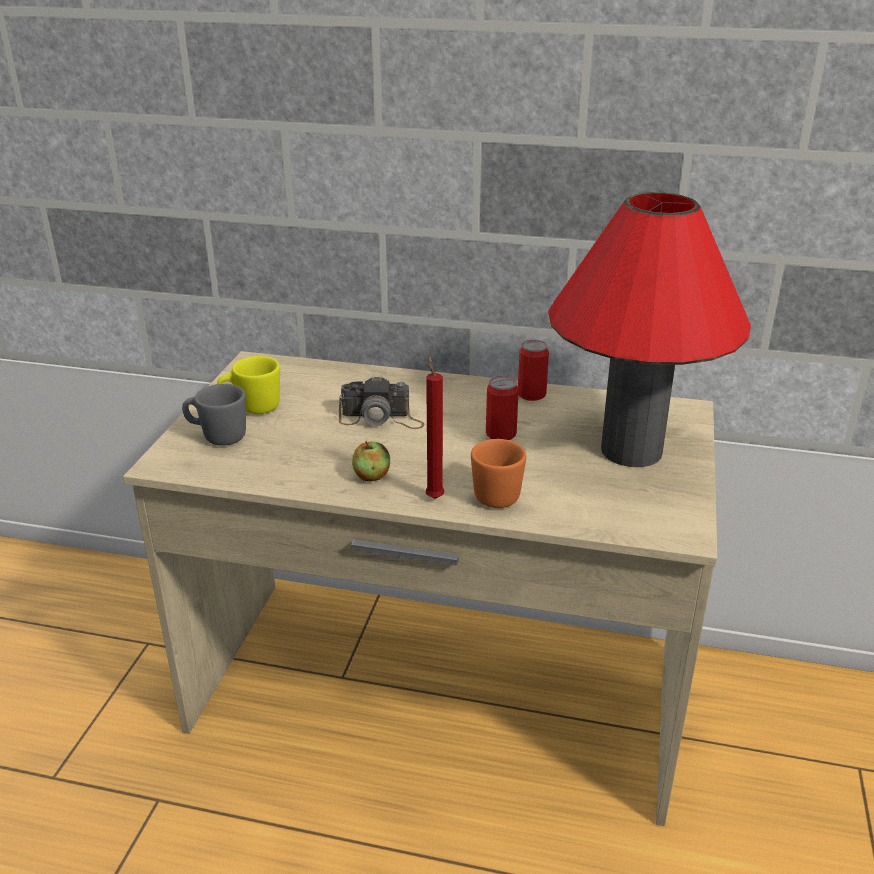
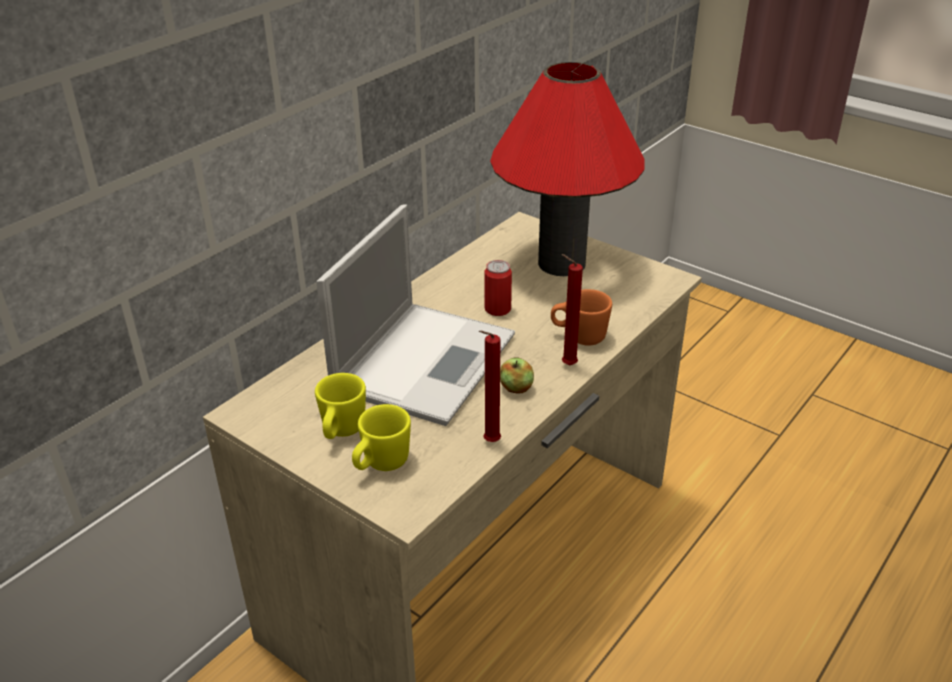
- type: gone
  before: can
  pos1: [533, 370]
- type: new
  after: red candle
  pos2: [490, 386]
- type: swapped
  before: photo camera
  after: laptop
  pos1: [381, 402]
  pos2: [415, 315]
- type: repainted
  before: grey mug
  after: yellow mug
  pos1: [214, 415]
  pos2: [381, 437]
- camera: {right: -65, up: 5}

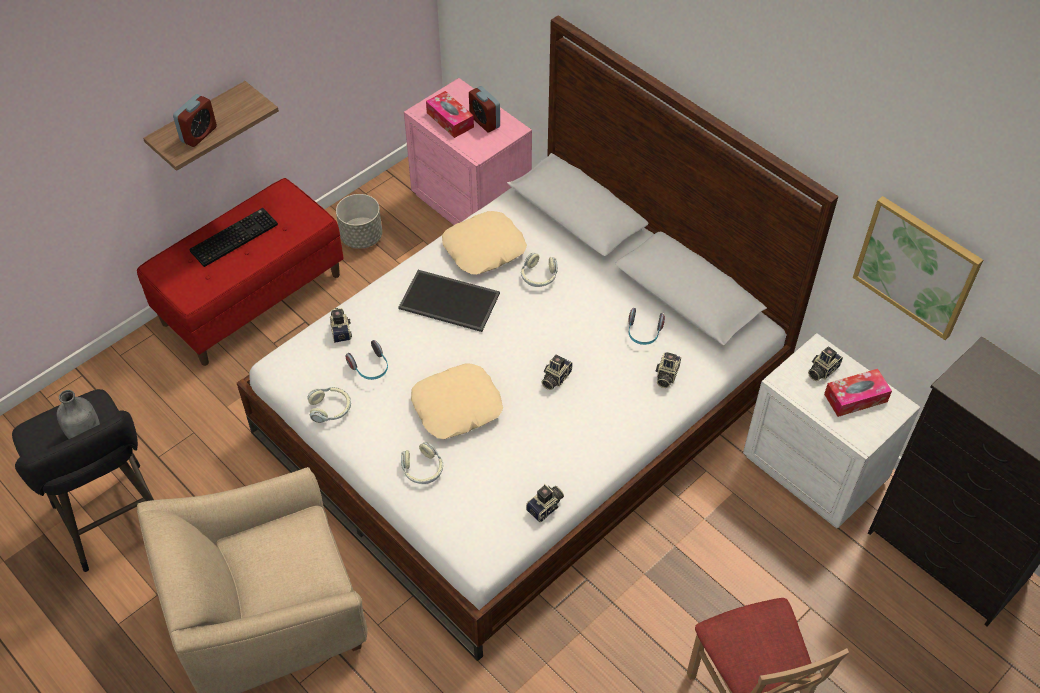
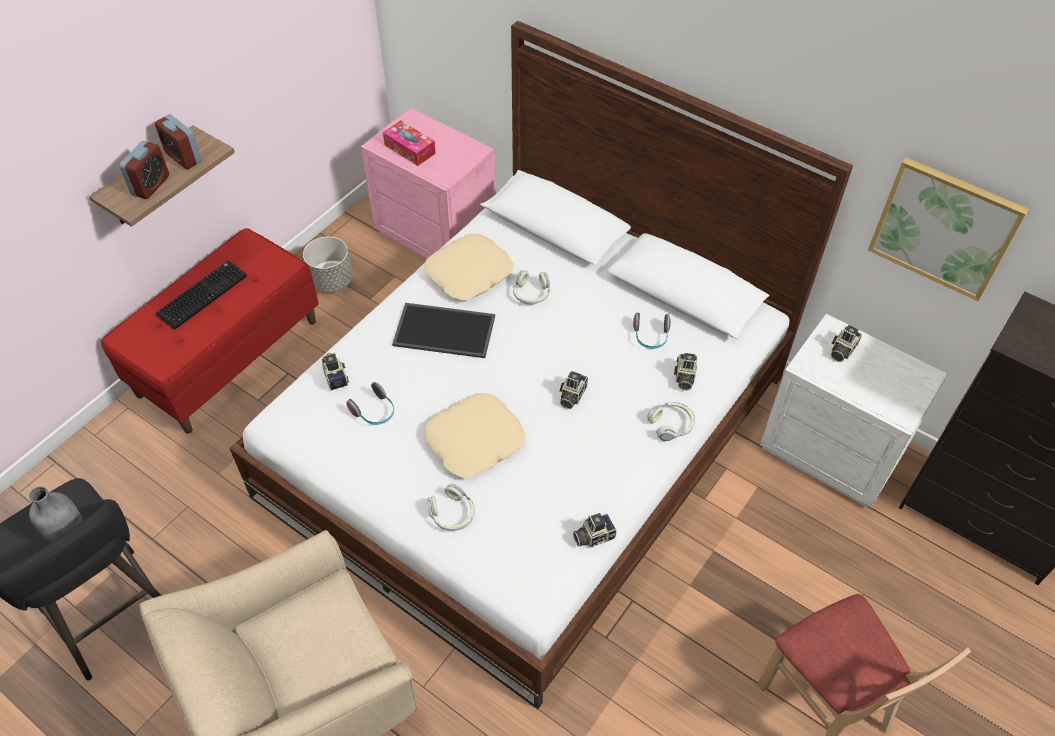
- type: gone
  before: tissue box
  pos1: [858, 393]
- type: shifted
  before: headphones
  pos1: [329, 405]
  pos2: [671, 421]
- type: shifted
  before: alarm clock
  pos1: [484, 109]
  pos2: [178, 141]
- type: rotated
  before: photo camera
  pos1: [545, 503]
  pos2: [595, 530]
  turn: -150
- camera: {right: -10, up: 0}

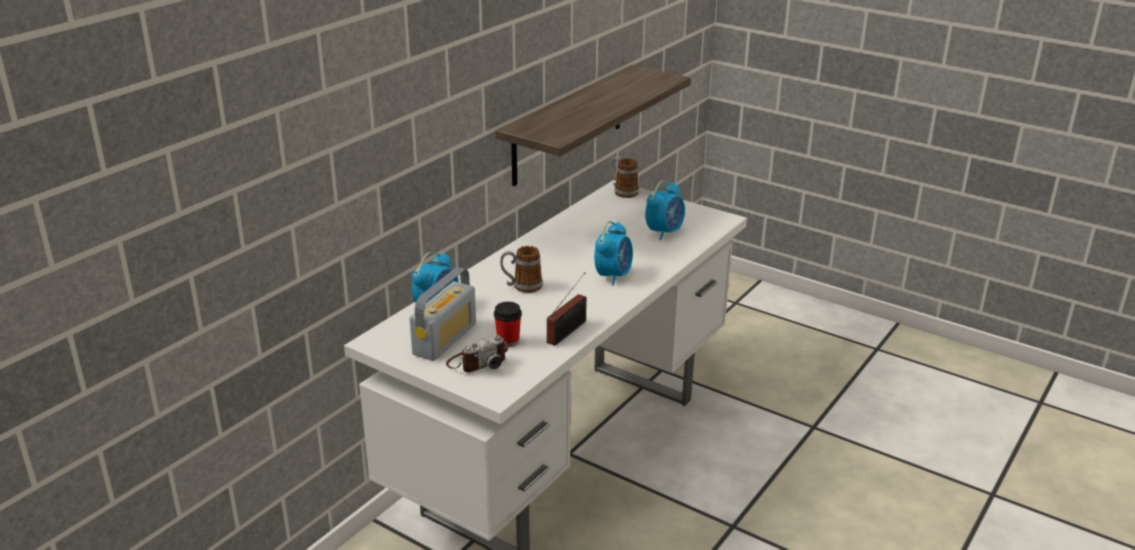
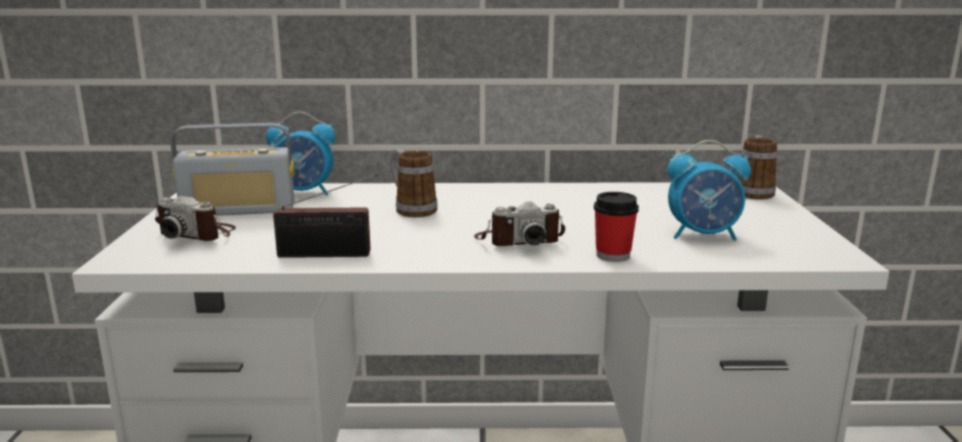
- type: gone
  before: shelf
  pos1: [593, 125]
- type: shifted
  before: cup
  pos1: [508, 324]
  pos2: [616, 227]
- type: swapped
  before: alarm clock
  after: photo camera
  pos1: [613, 253]
  pos2: [519, 223]
- camera: {right: 55, up: -10}

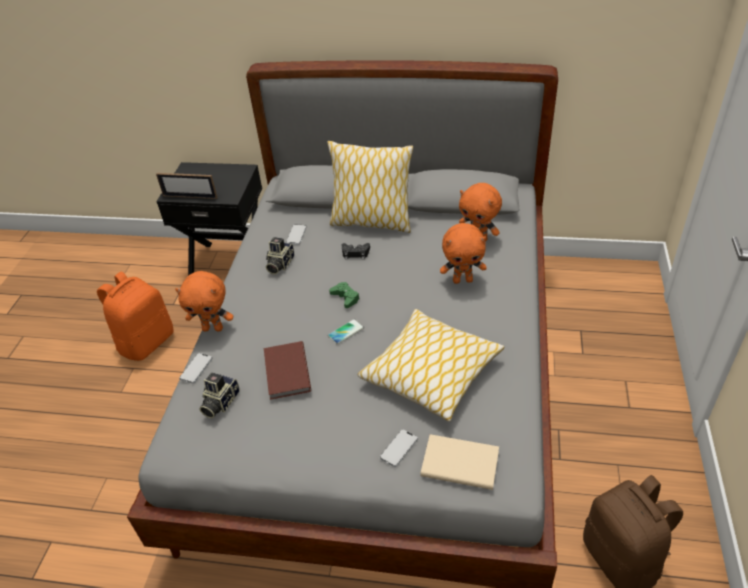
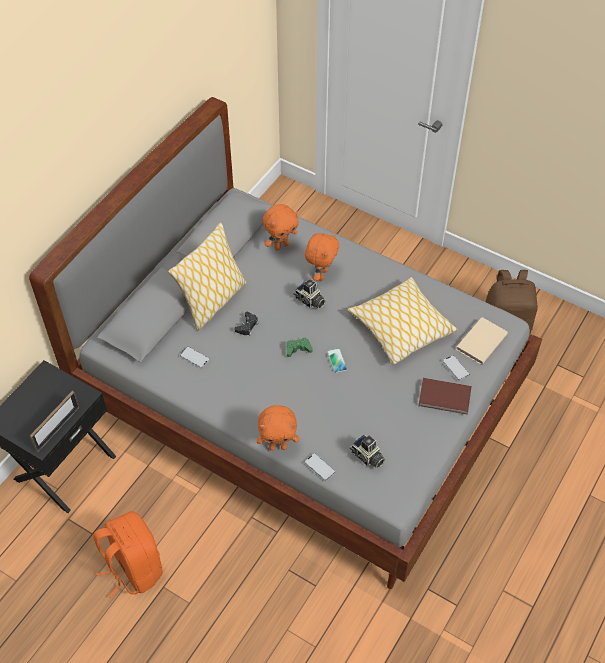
- type: shifted
  before: brown book
  pos1: [287, 370]
  pos2: [445, 396]
- type: shifted
  before: photo camera
  pos1: [280, 255]
  pos2: [310, 294]
- type: rotated
  before: orange plush toy
  pos1: [204, 301]
  pos2: [278, 428]
  turn: 60
- camera: {right: -70, up: 10}

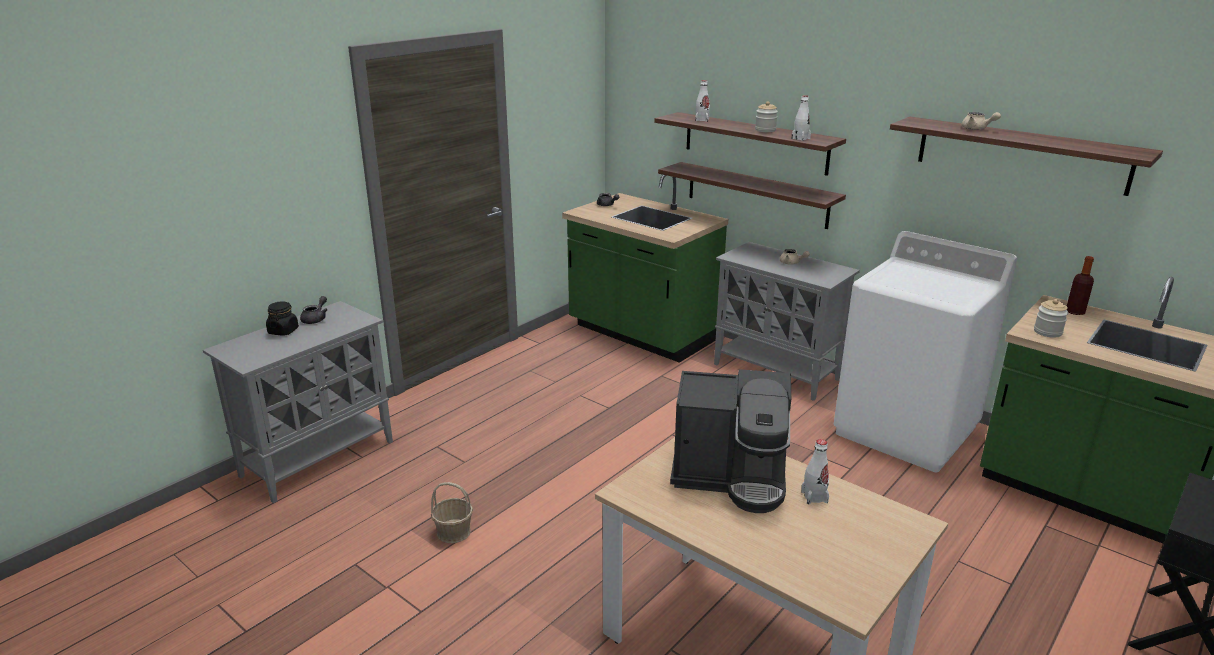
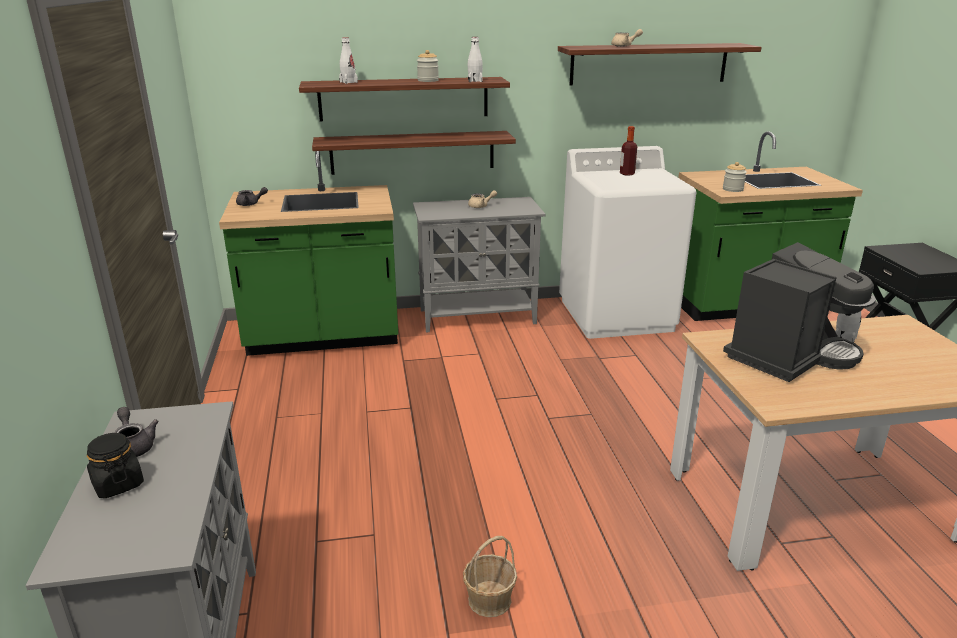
- type: shifted
  before: bottle
  pos1: [1080, 285]
  pos2: [628, 151]
- camera: {right: -50, up: 0}

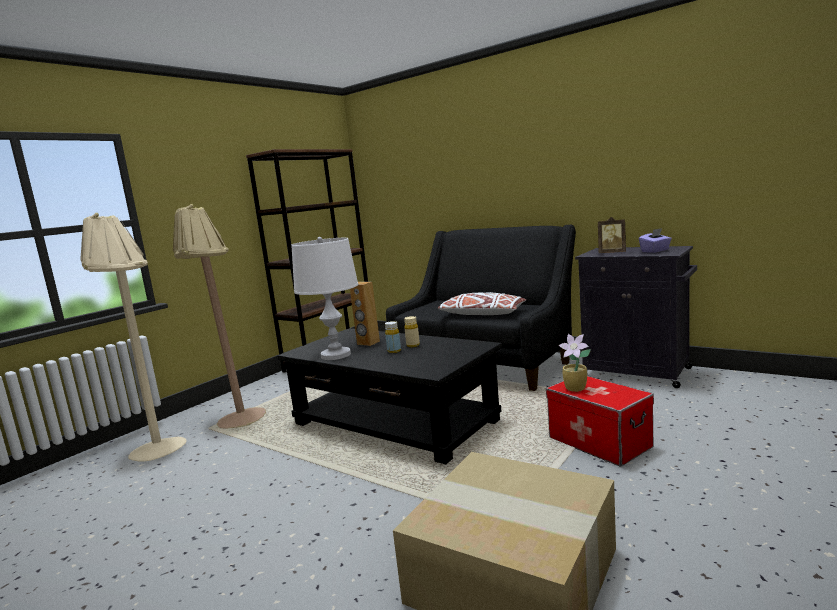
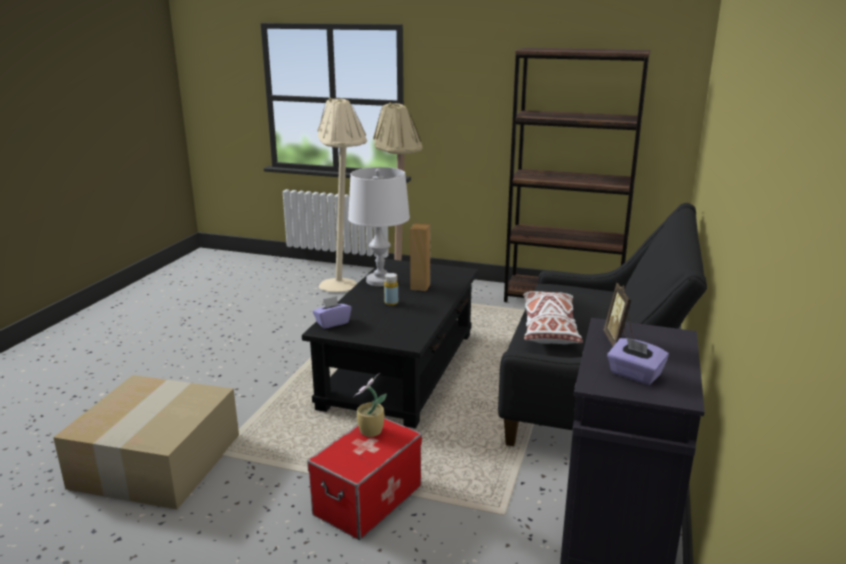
- type: gone
  before: beige bottle
  pos1: [412, 331]
- type: new
  after: purple tissue box
  pos2: [332, 312]
- camera: {right: 70, up: 10}

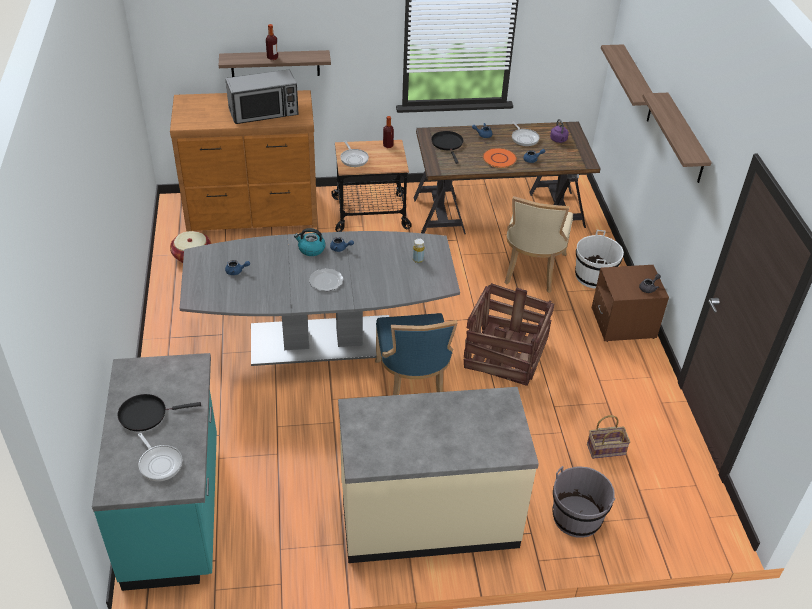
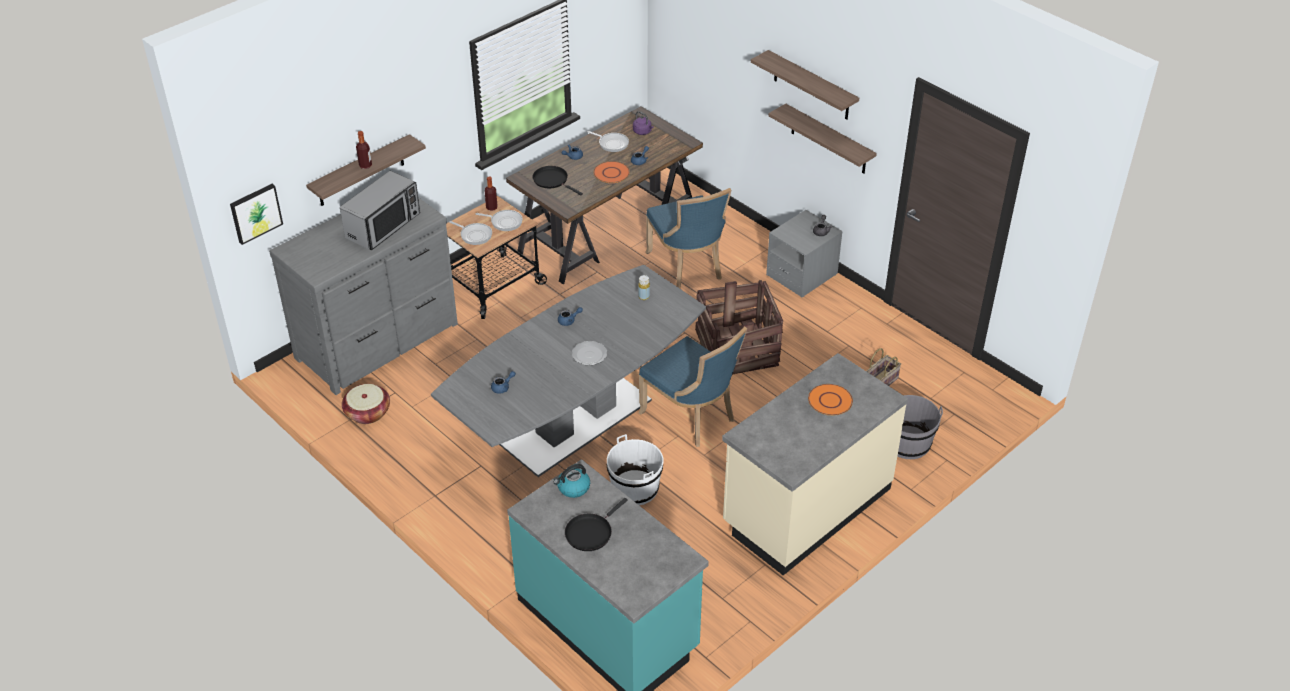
- type: new
  after: picture
  pos2: [256, 214]
- type: new
  after: orange plate
  pos2: [830, 400]
- type: shifted
  before: frying pan
  pos1: [160, 457]
  pos2: [499, 220]
- type: shifted
  before: kettle
  pos1: [310, 242]
  pos2: [572, 481]
- type: shifted
  before: white bucket
  pos1: [599, 259]
  pos2: [635, 469]
- type: shifted
  before: shelf
  pos1: [627, 83]
  pos2: [823, 139]
- type: repainted
  before: brown dresser
  after: grey dresser
  pos1: [244, 161]
  pos2: [363, 296]
- type: repainted
  before: beige chair
  after: blue chair
  pos1: [538, 244]
  pos2: [688, 238]
- type: repainted
  before: brown nightstand
  after: grey nightstand
  pos1: [630, 303]
  pos2: [804, 253]
- camera: {right: -35, up: 0}

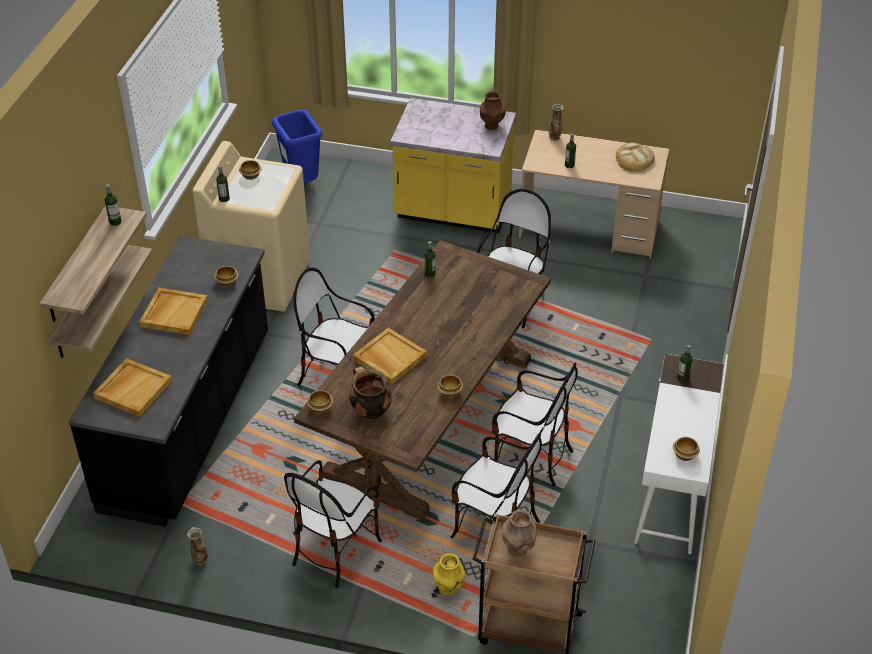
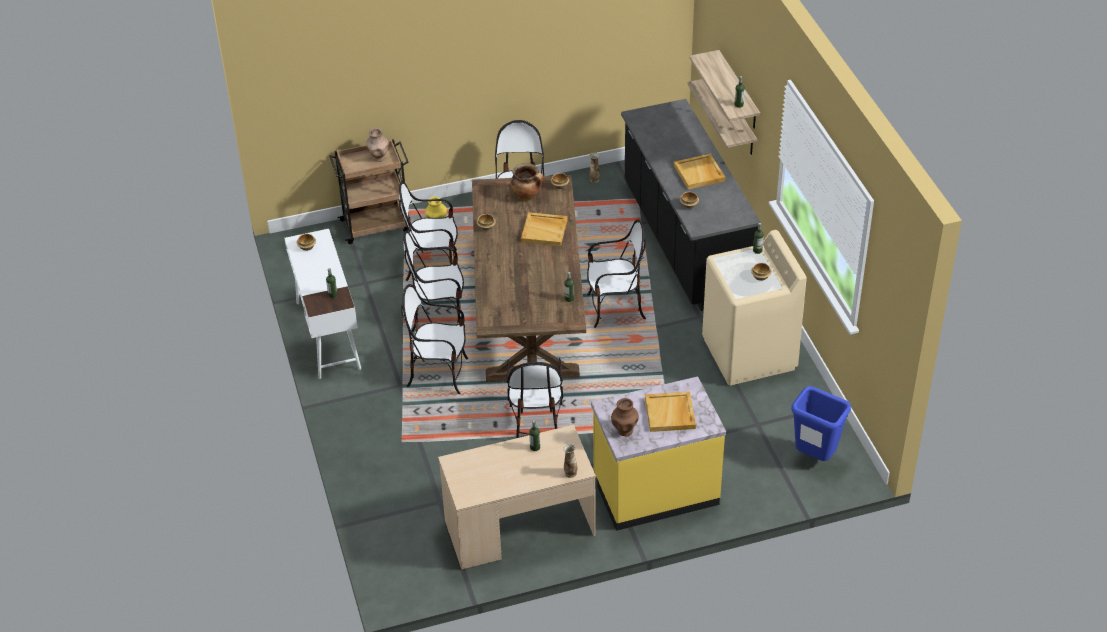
- type: gone
  before: bread
  pos1: [635, 157]
- type: new
  after: chair
  pos2: [434, 339]
- type: shifted
  before: beige tray
  pos1: [132, 387]
  pos2: [670, 412]
- camera: {right: 150, up: 0}

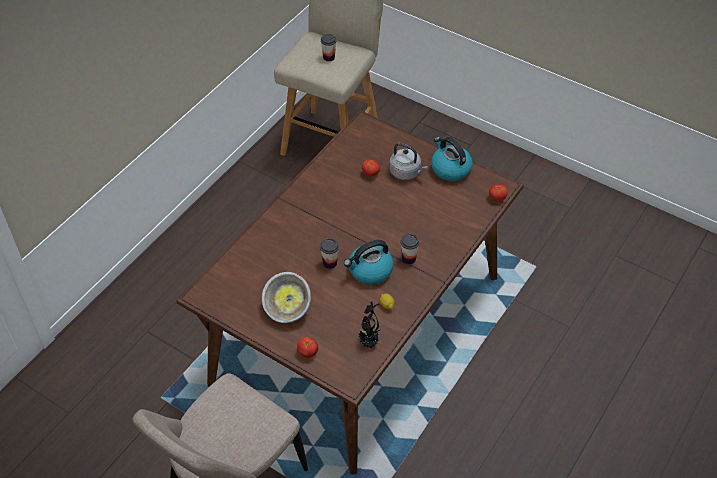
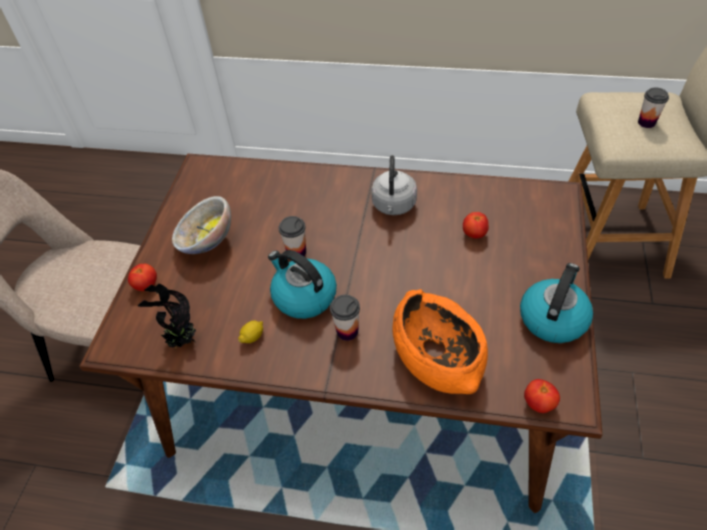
- type: new
  after: orange bowl
  pos2: [440, 341]
- type: shifted
  before: grey kettle
  pos1: [408, 161]
  pos2: [394, 185]
- camera: {right: 70, up: 0}

